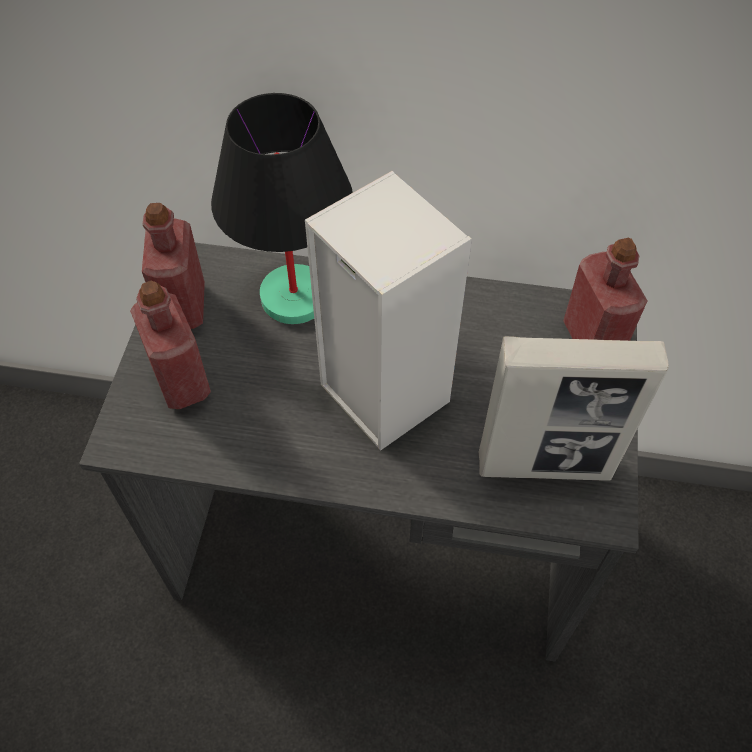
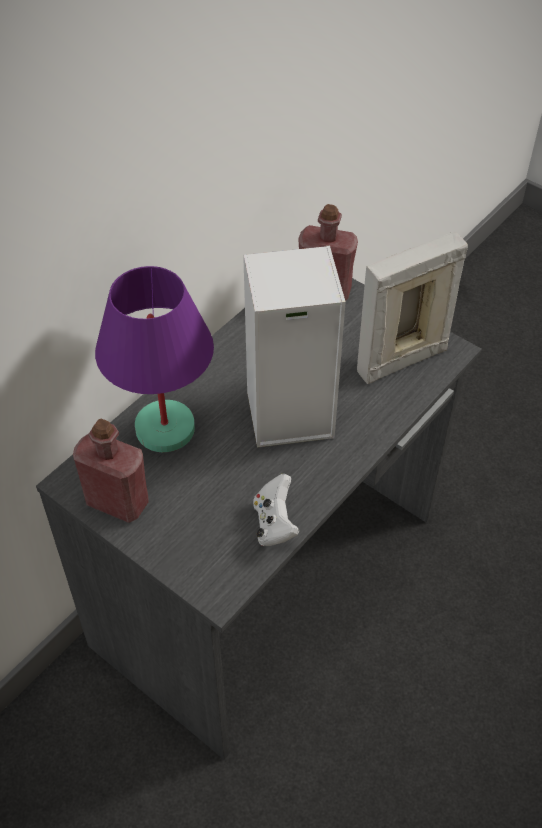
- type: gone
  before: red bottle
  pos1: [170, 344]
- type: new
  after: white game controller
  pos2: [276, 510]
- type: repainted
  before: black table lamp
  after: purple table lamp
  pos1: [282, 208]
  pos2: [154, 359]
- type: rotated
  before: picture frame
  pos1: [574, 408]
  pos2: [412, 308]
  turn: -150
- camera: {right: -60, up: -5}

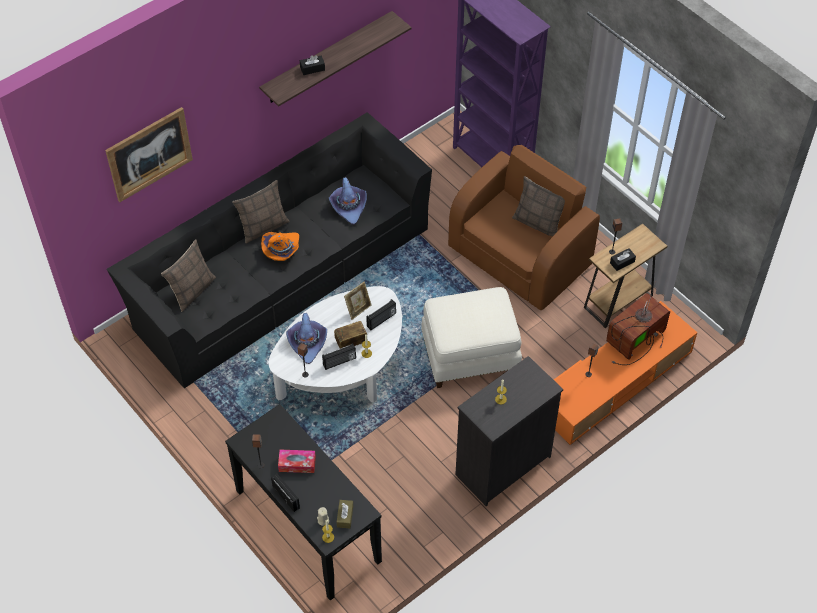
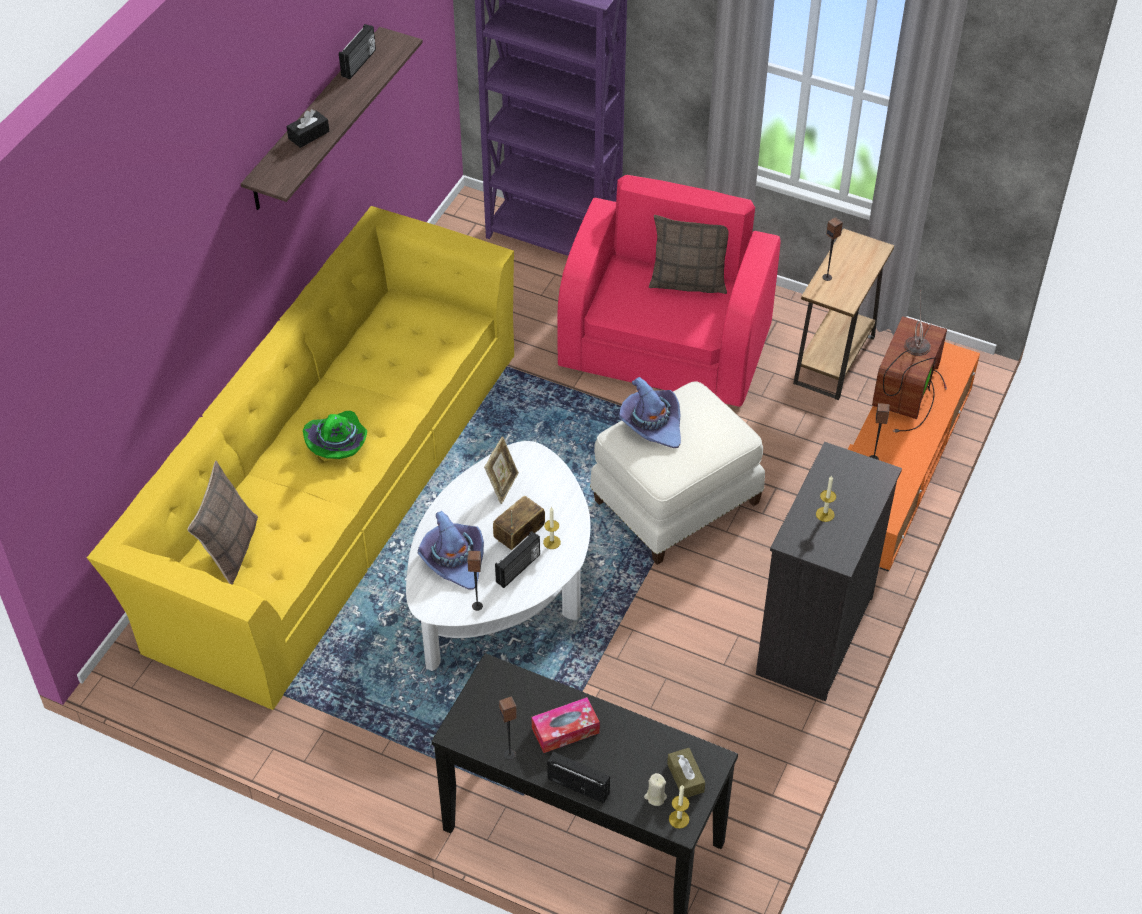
- type: gone
  before: picture
  pos1: [149, 154]
- type: gone
  before: pillow
  pos1: [261, 212]
- type: gone
  before: black tissue box
  pos1: [623, 259]
- type: shifted
  before: purple hat
  pos1: [348, 201]
  pos2: [650, 412]
- type: shifted
  before: radio
  pos1: [381, 314]
  pos2: [357, 51]
- type: repainted
  before: black sofa
  after: yellow sofa
  pos1: [269, 250]
  pos2: [300, 458]
- type: repainted
  before: orange hat
  after: green hat
  pos1: [280, 246]
  pos2: [335, 435]
- type: repainted
  before: brown armchair
  after: pink armchair
  pos1: [524, 227]
  pos2: [669, 291]
- camera: {right: -25, up: -5}

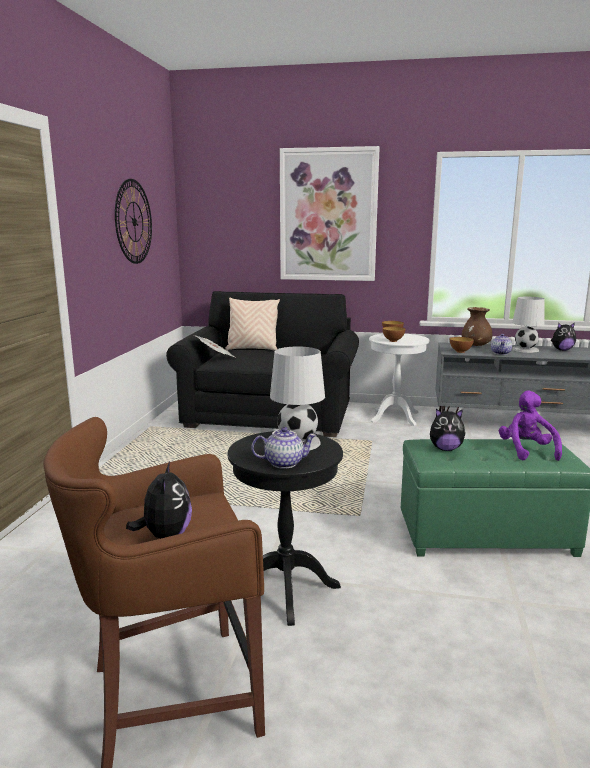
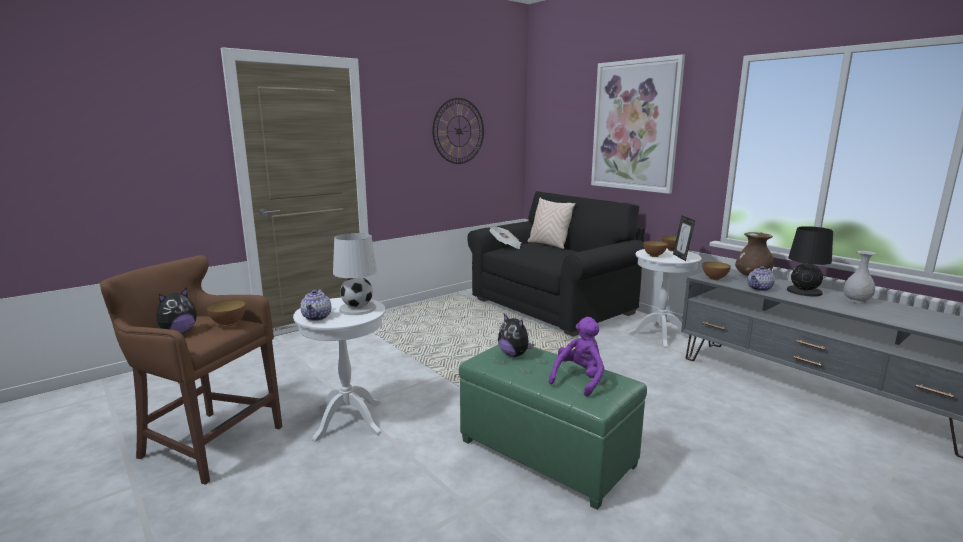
- type: new
  after: bowl
  pos2: [226, 313]
- type: new
  after: picture frame
  pos2: [684, 238]
- type: swapped
  before: plush toy
  after: white vase
  pos1: [563, 337]
  pos2: [859, 277]
- type: repainted
  before: black side table
  after: white side table
  pos1: [285, 528]
  pos2: [339, 370]
- type: repainted
  before: white table lamp
  after: black table lamp
  pos1: [528, 325]
  pos2: [810, 261]
- type: rotated
  before: teapot
  pos1: [283, 448]
  pos2: [315, 305]
  turn: 60
- camera: {right: 40, up: 0}

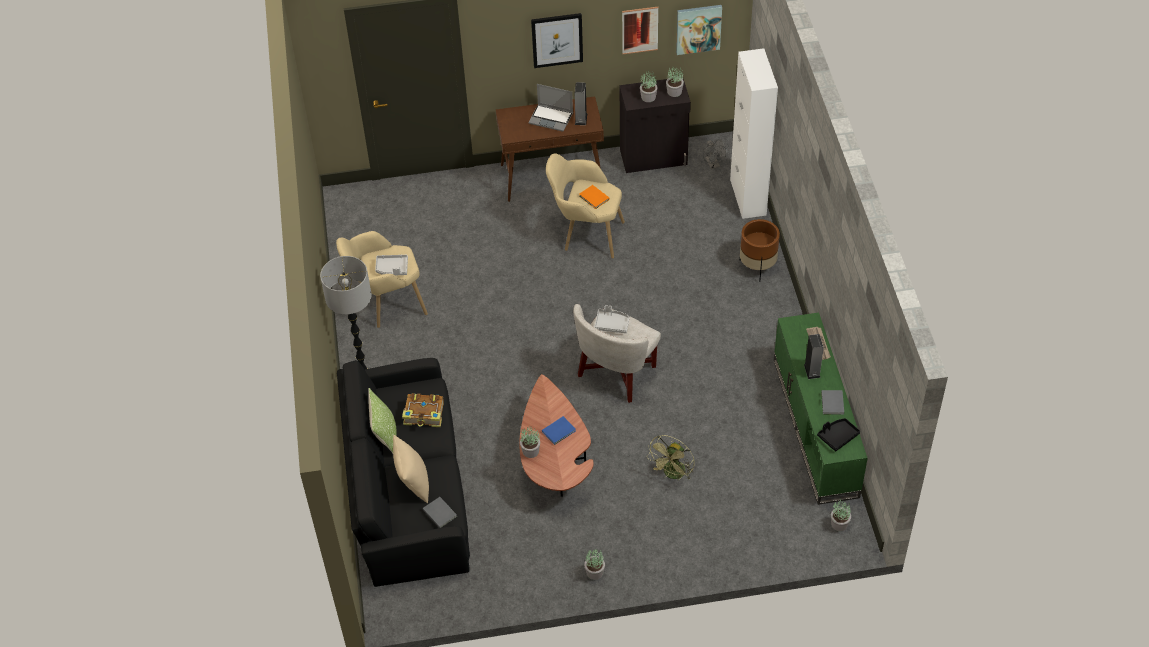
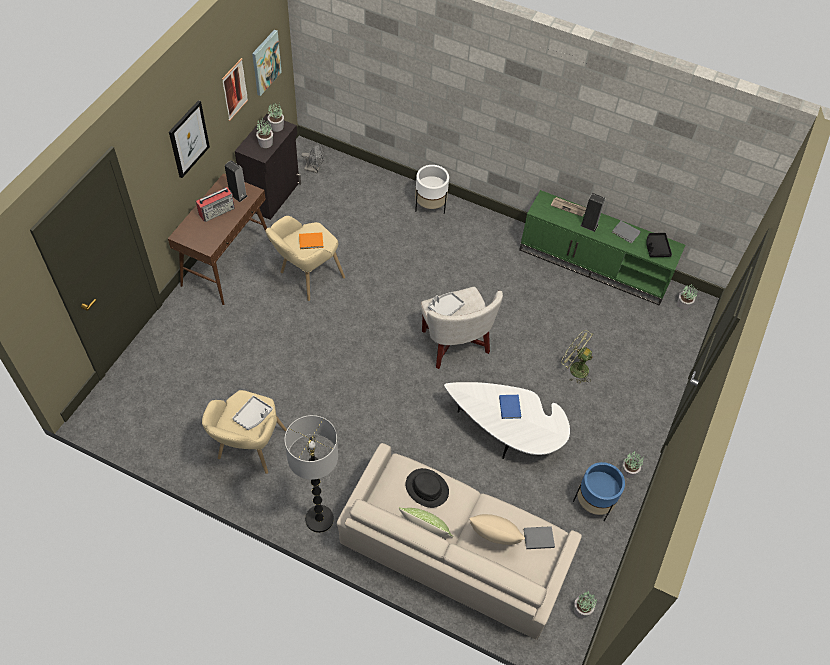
- type: gone
  before: white cabinet
  pos1: [754, 133]
- type: new
  after: blue planter
  pos2: [599, 491]
- type: shifted
  before: potted plant
  pos1: [530, 442]
  pos2: [585, 605]
- type: swapped
  before: book
  after: black hat
  pos1: [423, 410]
  pos2: [427, 488]
- type: swapped
  before: laptop
  after: radio
  pos1: [550, 108]
  pos2: [215, 204]
- type: repainted
  before: black sofa
  after: beige sofa
  pos1: [403, 472]
  pos2: [459, 541]
- type: repainted
  before: brown coffee table
  after: white coffee table
  pos1: [556, 435]
  pos2: [507, 420]
- type: repainted
  before: brown planter
  after: white planter
  pos1: [760, 250]
  pos2: [432, 189]
- type: rotated
  before: green fan
  pos1: [671, 457]
  pos2: [577, 357]
  turn: 150
- camera: {right: -60, up: 5}

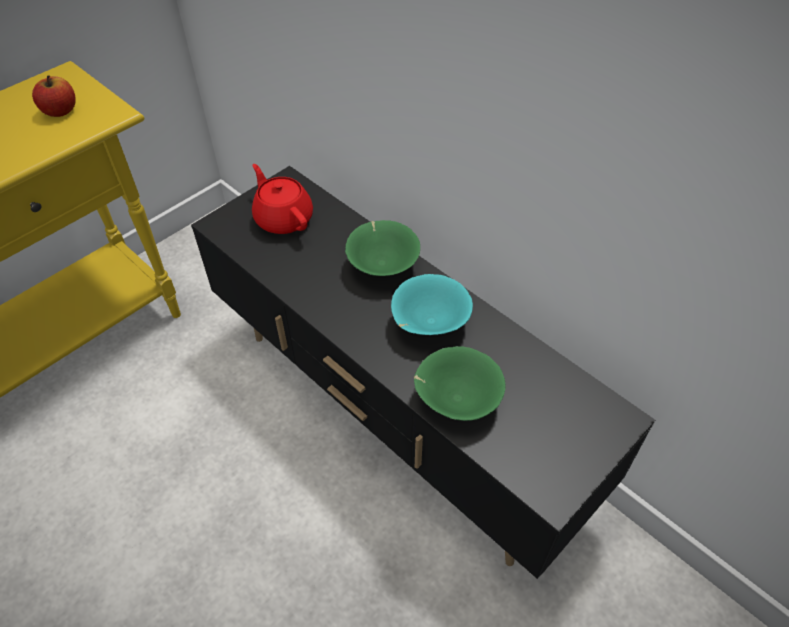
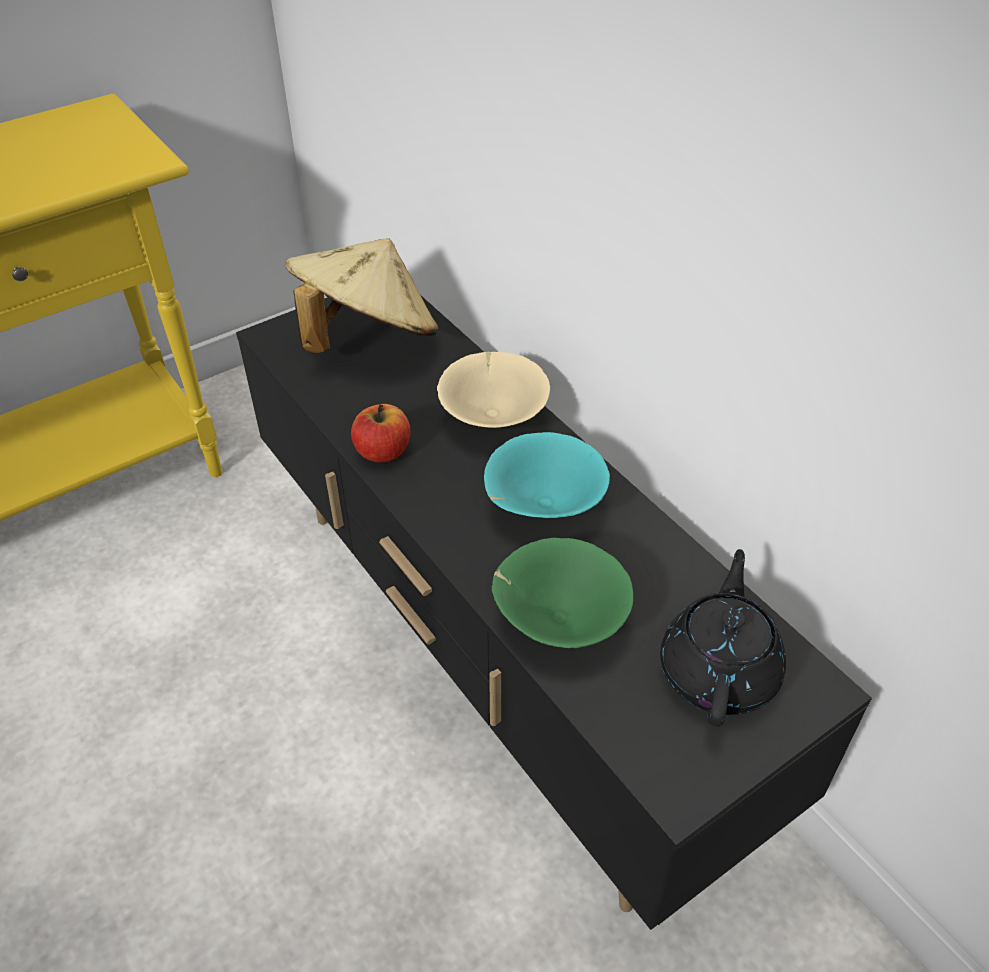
- type: new
  after: black teapot
  pos2: [723, 638]
- type: shifted
  before: apple
  pos1: [54, 96]
  pos2: [381, 433]
- type: swapped
  before: red teapot
  after: beige hat
  pos1: [282, 199]
  pos2: [361, 295]
- type: repainted
  before: green bowl
  after: beige bowl
  pos1: [382, 248]
  pos2: [493, 390]
- camera: {right: 10, up: -5}

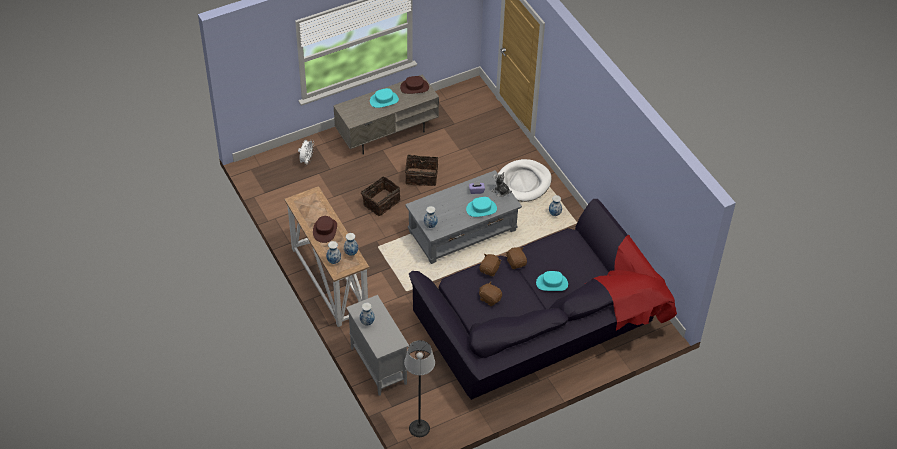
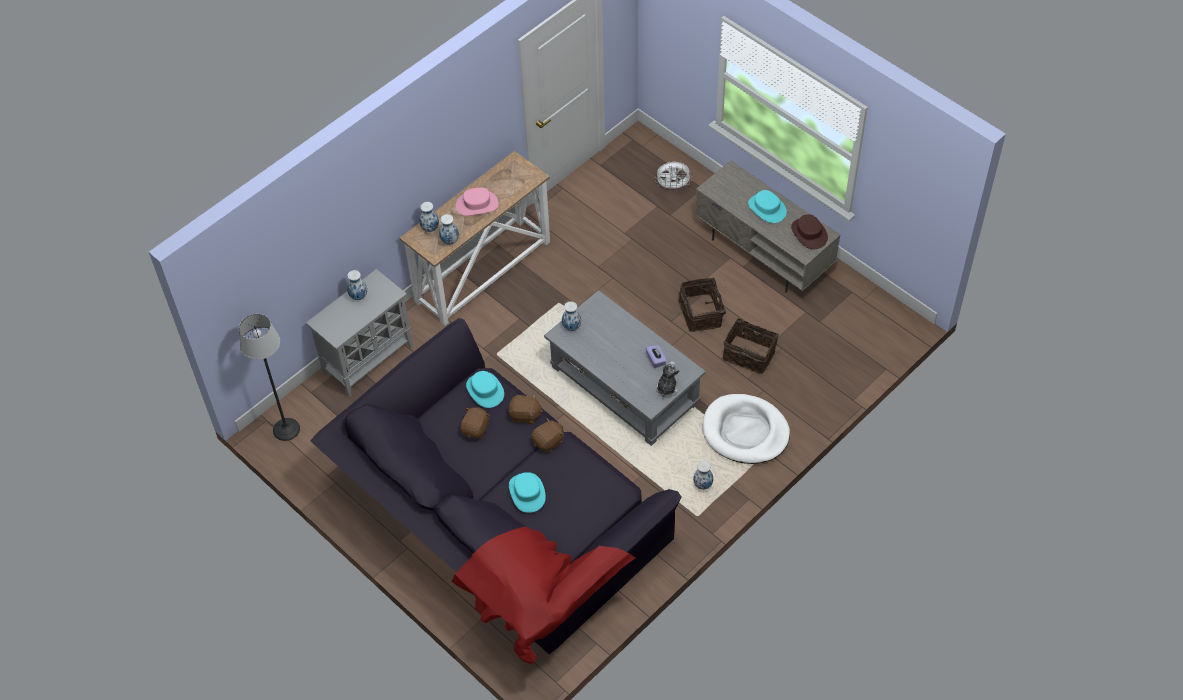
- type: shifted
  before: basket
  pos1: [380, 196]
  pos2: [751, 345]
- type: shifted
  before: turquoise hat
  pos1: [481, 207]
  pos2: [485, 389]
- type: repainted
  before: brown hat
  after: pink hat
  pos1: [325, 229]
  pos2: [477, 201]
- camera: {right: 75, up: 5}

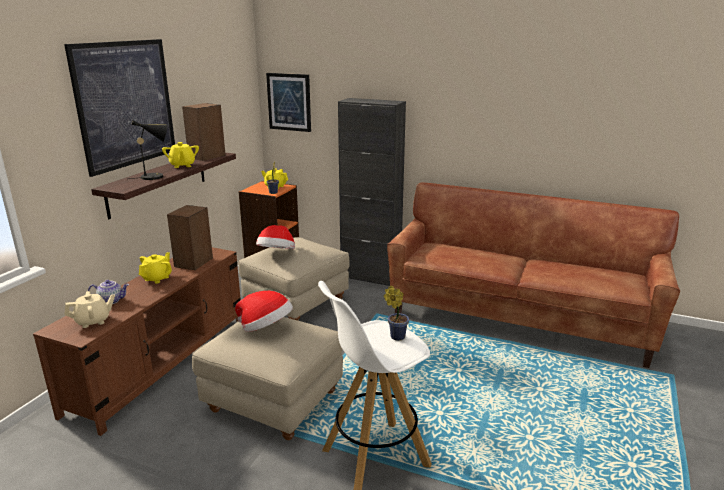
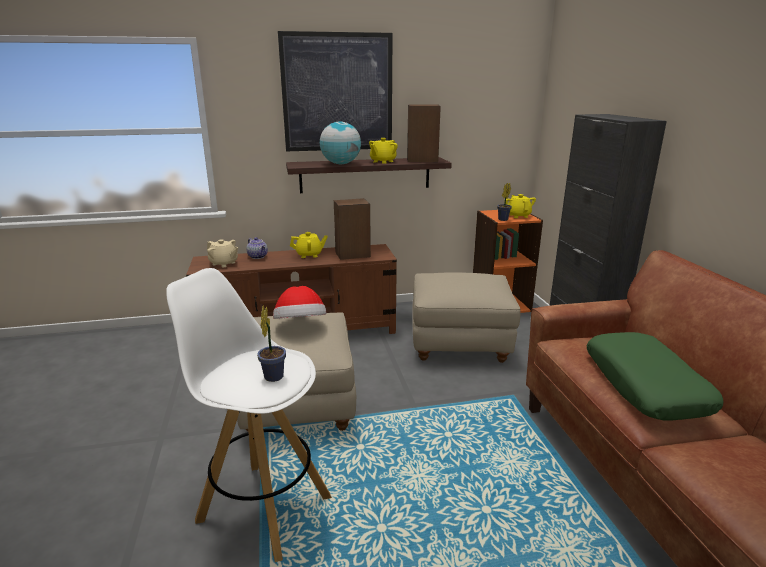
- type: gone
  before: hat
  pos1: [275, 237]
- type: gone
  before: picture
  pos1: [288, 102]
- type: new
  after: green pillow
  pos2: [655, 376]
- type: swapped
  before: black table lamp
  after: globe
  pos1: [148, 150]
  pos2: [340, 143]
- camera: {right: 55, up: 0}

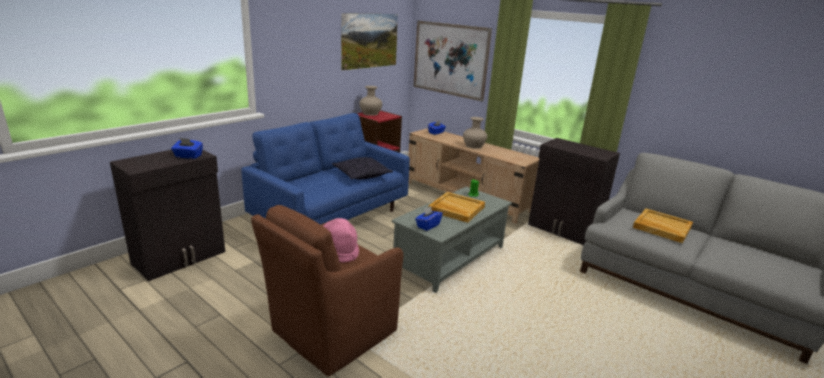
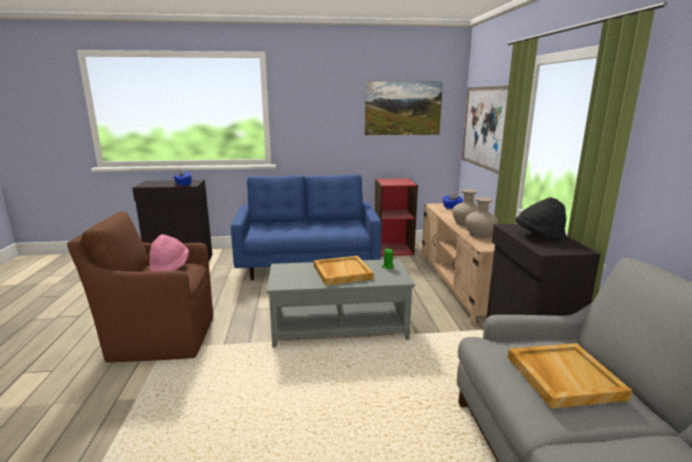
- type: gone
  before: pillow
  pos1: [362, 168]
- type: gone
  before: blue tissue box
  pos1: [428, 218]
- type: new
  after: black hat
  pos2: [540, 218]
- type: shifted
  before: beige vase
  pos1: [370, 101]
  pos2: [481, 217]
- camera: {right: 45, up: -5}

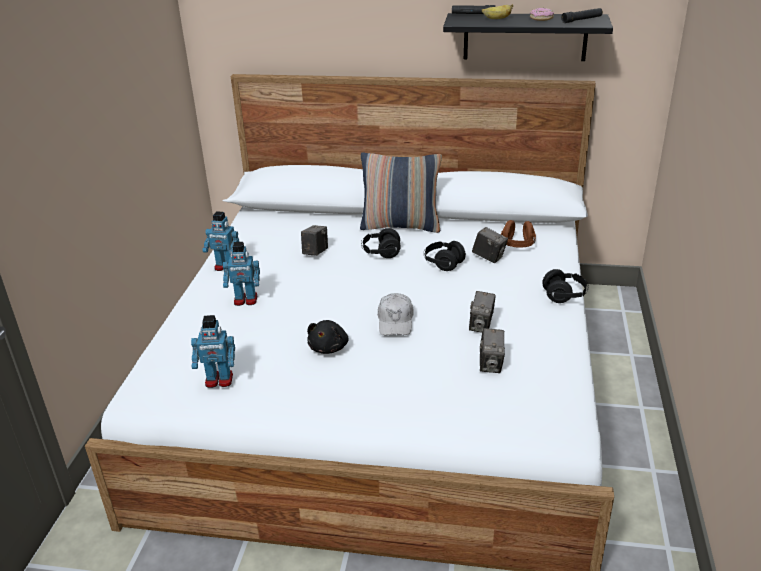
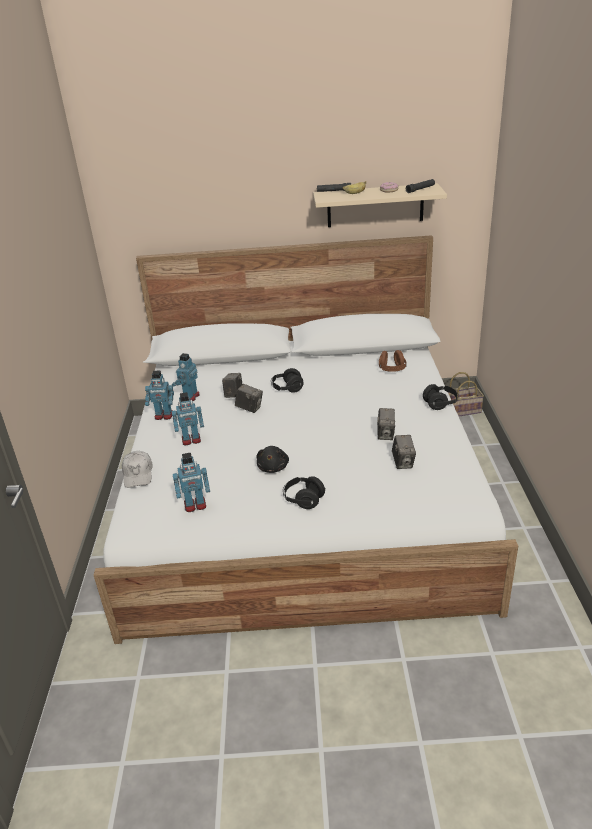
- type: gone
  before: pillow
  pos1: [401, 193]
- type: new
  after: toy robot
  pos2: [186, 377]
- type: new
  after: basket
  pos2: [466, 394]
- type: shifted
  before: white cap
  pos1: [396, 314]
  pos2: [137, 469]
- type: shifted
  before: black headphones
  pos1: [445, 256]
  pos2: [304, 492]
- type: shifted
  before: photo camera
  pos1: [490, 245]
  pos2: [249, 398]
- type: repainted
  before: black shelf
  after: beige shelf
  pos1: [528, 37]
  pos2: [380, 205]
- camera: {right: -10, up: 0}

